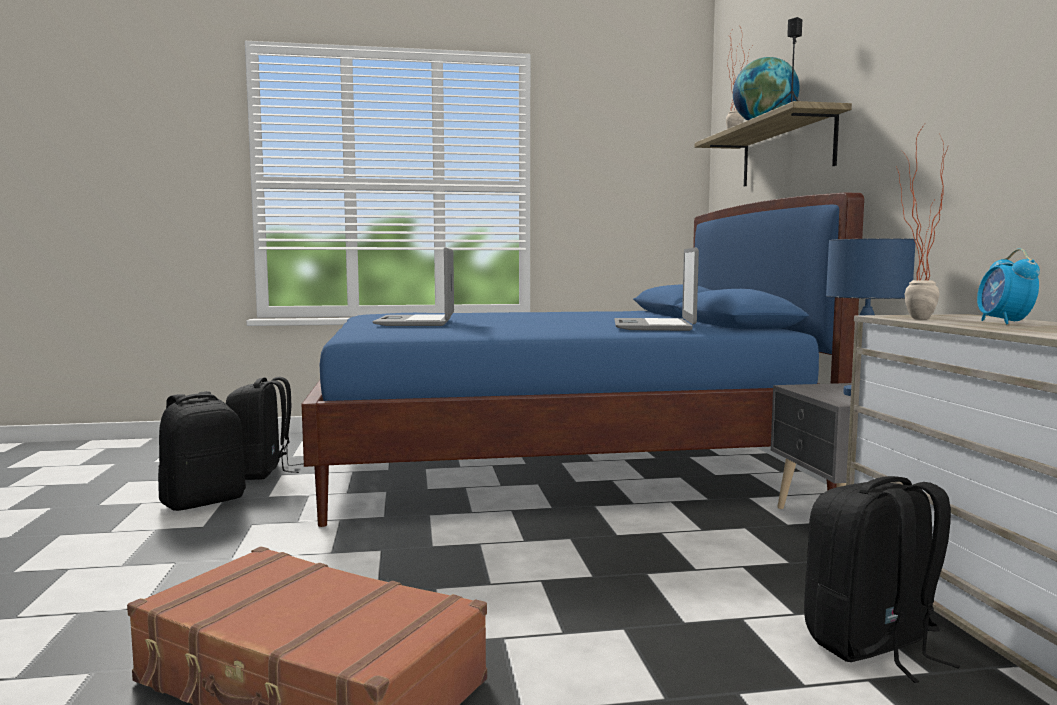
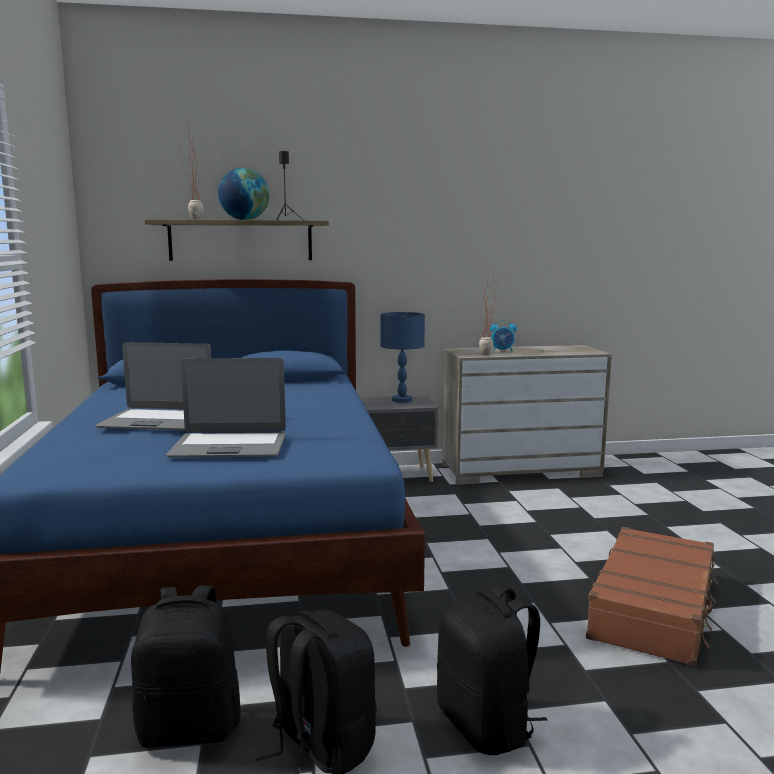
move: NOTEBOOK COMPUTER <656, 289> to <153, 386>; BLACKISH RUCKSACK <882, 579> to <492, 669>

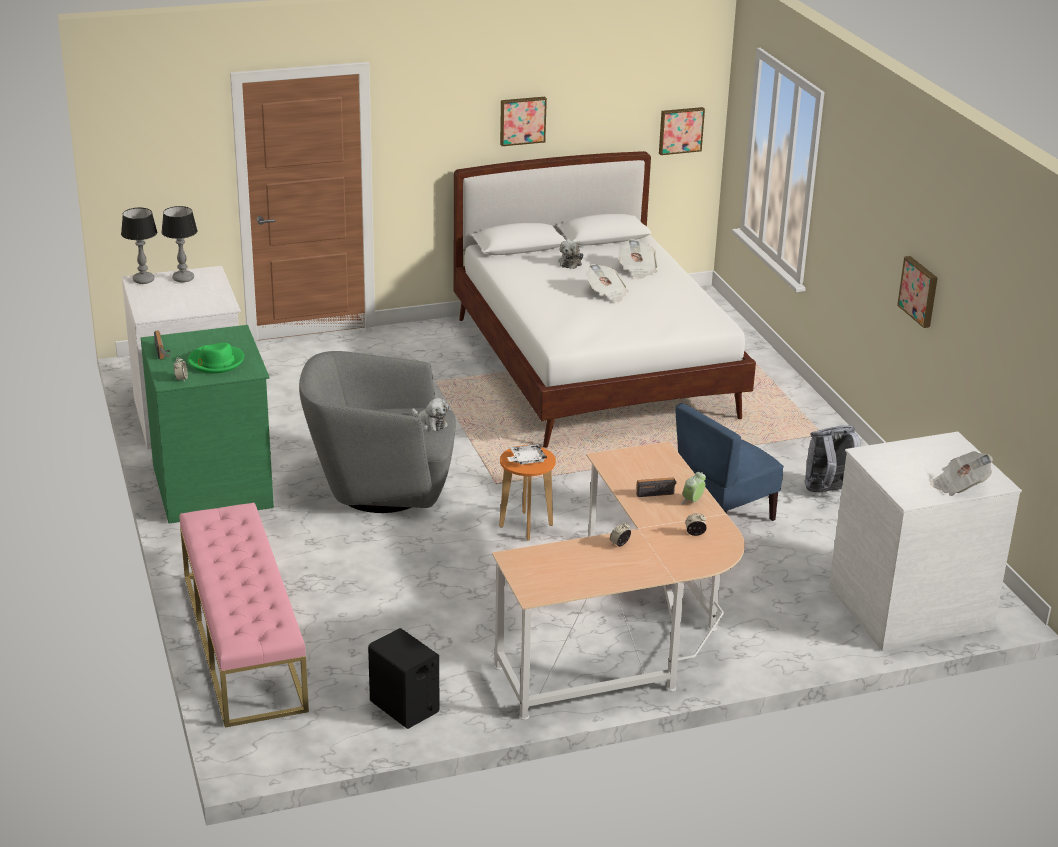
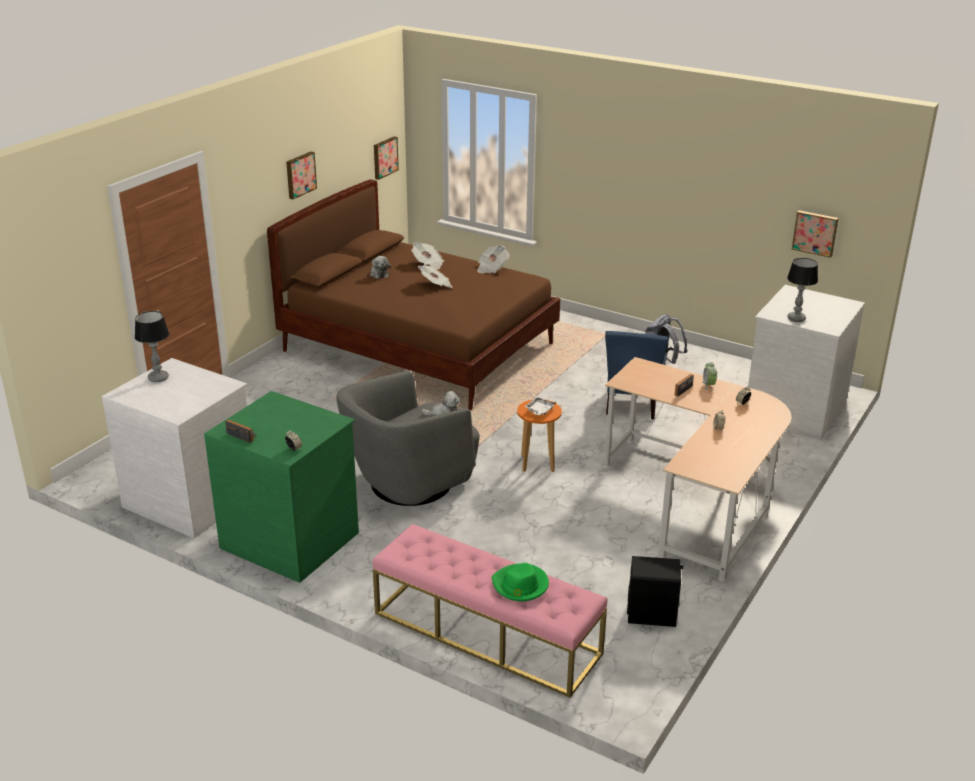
move: TABLETOP LAMP <139, 246> to <802, 290>; GREEN-COLOURED HAT <216, 358> to <520, 582>; WALL PICTURE <917, 292> to <815, 234>; NEWSPAPER <961, 473> to <493, 259>
recolor: WHITE-COLOURED BED <605, 299> to BROWN-COLOURED BED <413, 294>

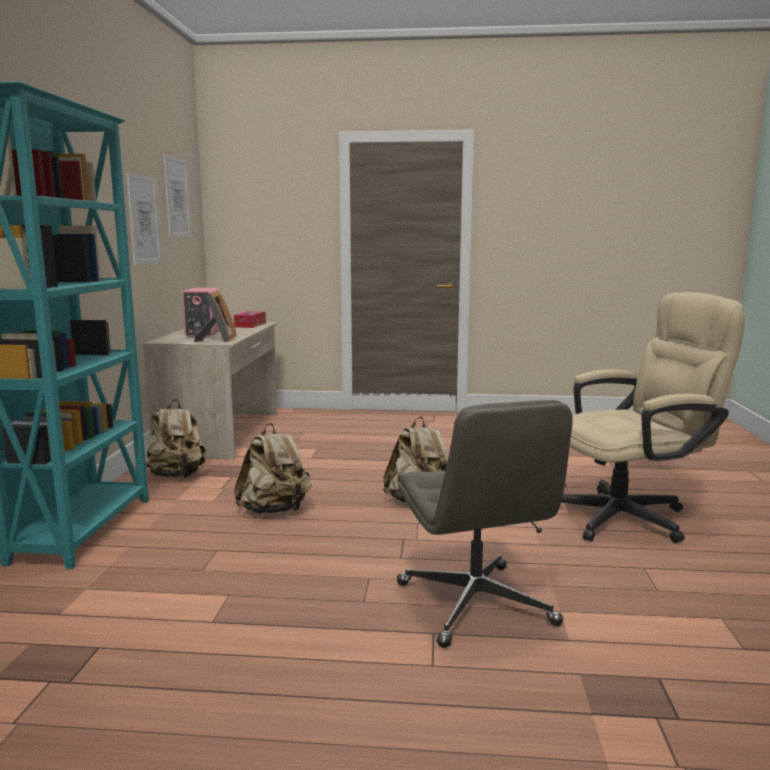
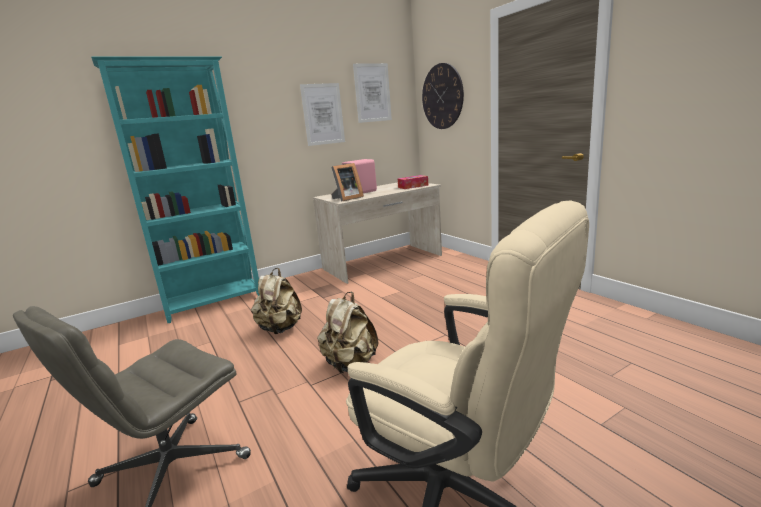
delete: SAND-COLOURED RUCKSACK <176, 438>
insert: WALL CLOCK <443, 96>

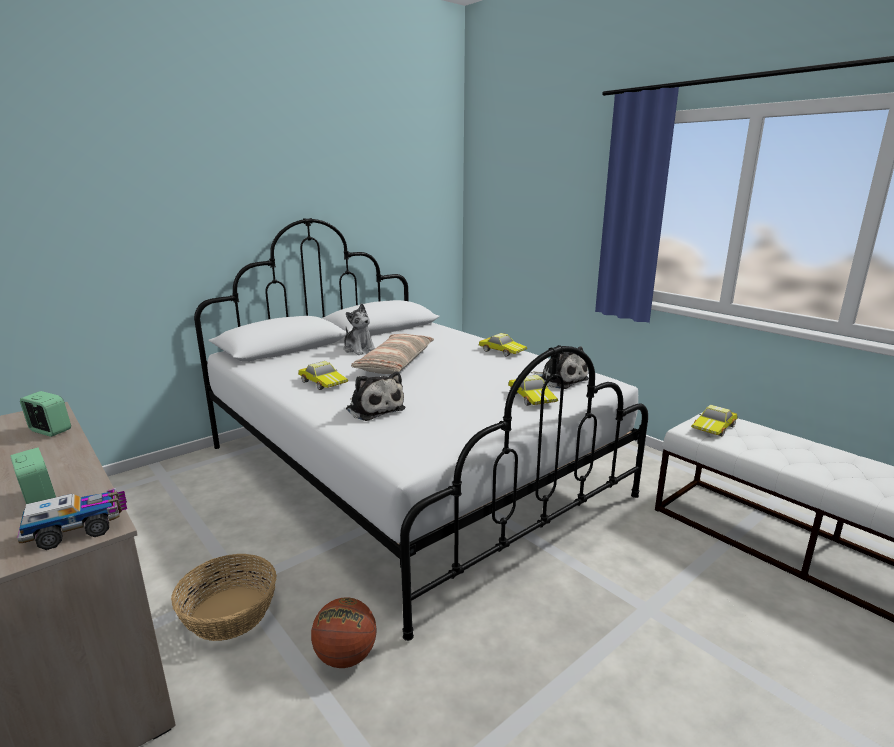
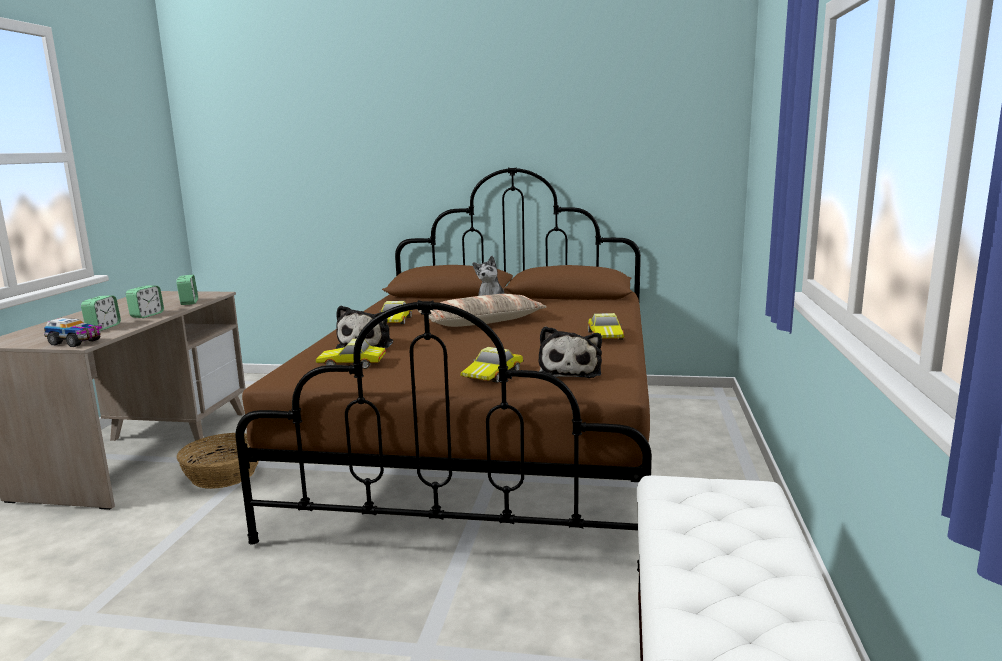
delete: BALL FOR BASKETBALL <344, 632>
insert: ALARM CLOCK <145, 301>
move: MINIATURE CAR <714, 420> to <351, 354>
recolor: WHITE-COLOURED BED <421, 429> to BROWN-COLOURED BED <443, 369>

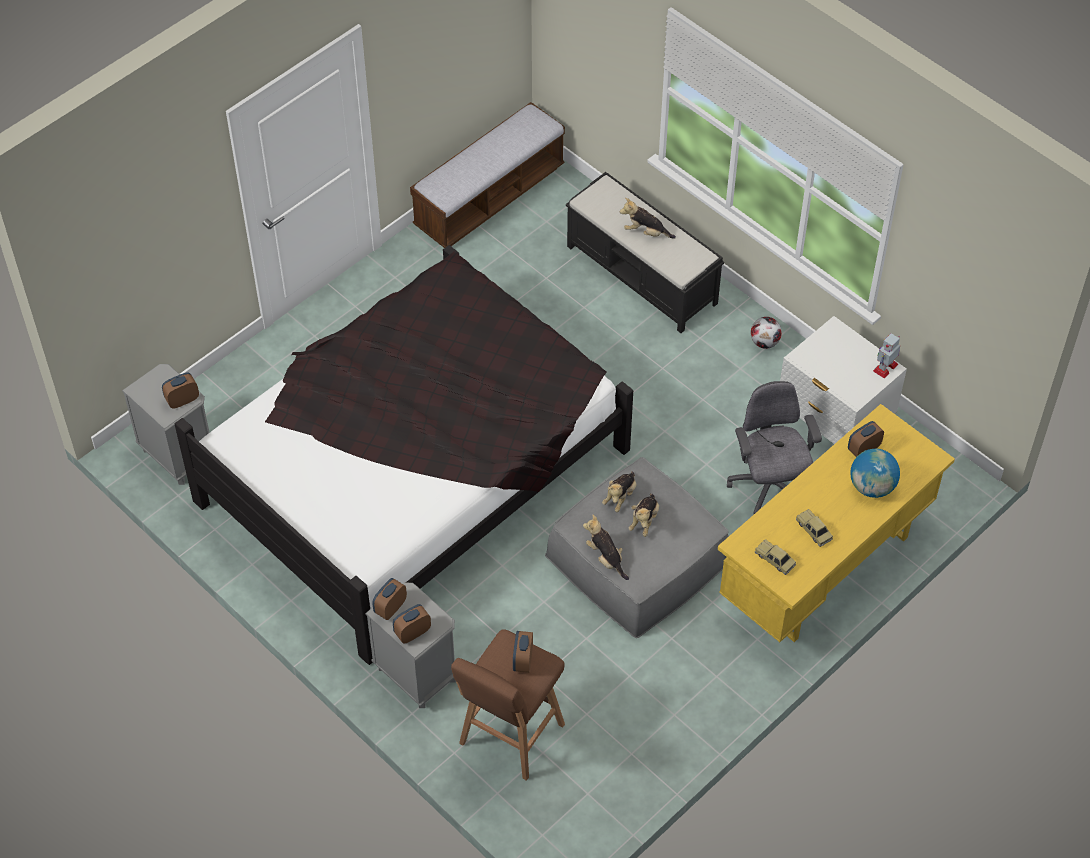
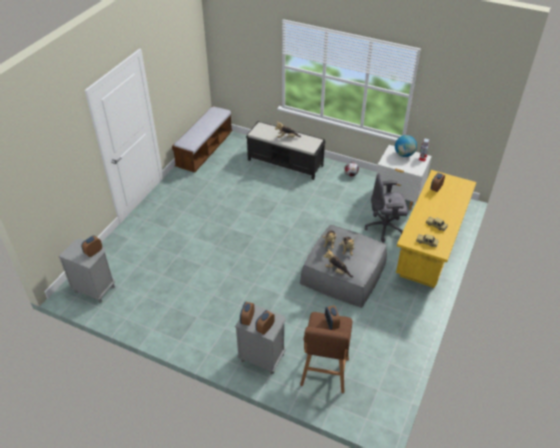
delete: BLACKISH BED <403, 455>
move: WORLD GLOBE <875, 473> to <406, 146>
rotate: GREY COMPUTER CHAIR <774, 448> = <386, 208> 60 degrees counterclockwise

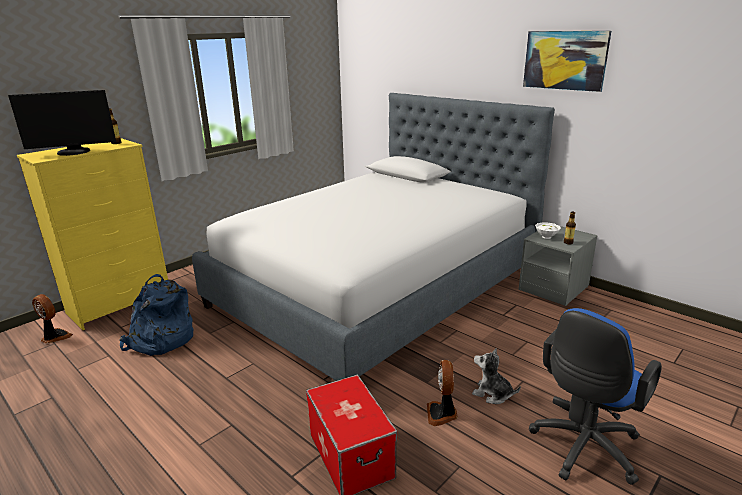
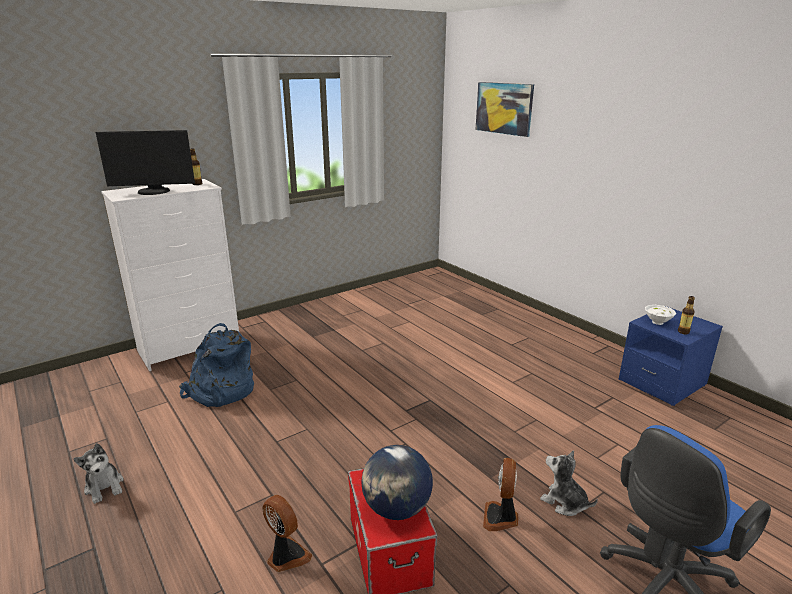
delete: BED <373, 237>
insert: SOFT TOY <99, 473>; WORLD GLOBE <397, 482>
move: ELECTRIC FAN <52, 319> to <287, 533>; WALL PICTURE <567, 61> to <505, 109>
recolor: YELLOW CHEST OF DRAWERS <92, 234> to WHITE-COLOURED CHEST OF DRAWERS <170, 275>; GREY NIGHT TABLE <558, 266> to BLUE-COLOURED NIGHT TABLE <671, 356>

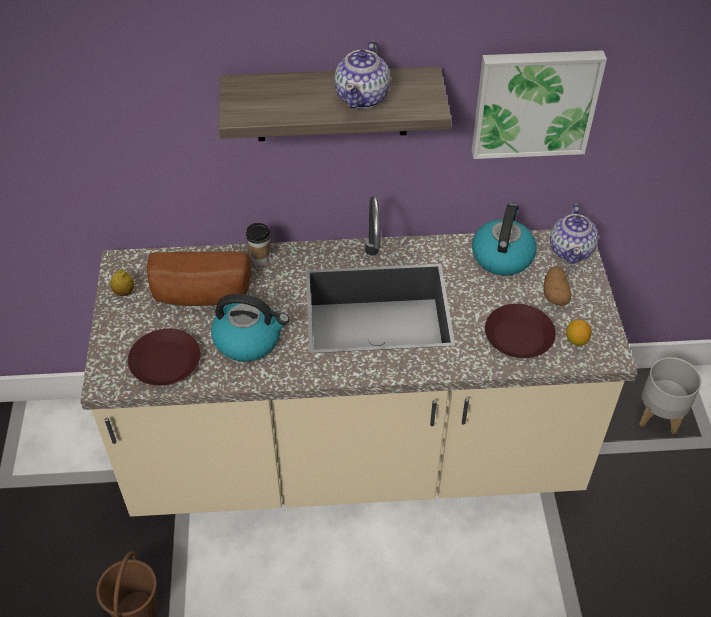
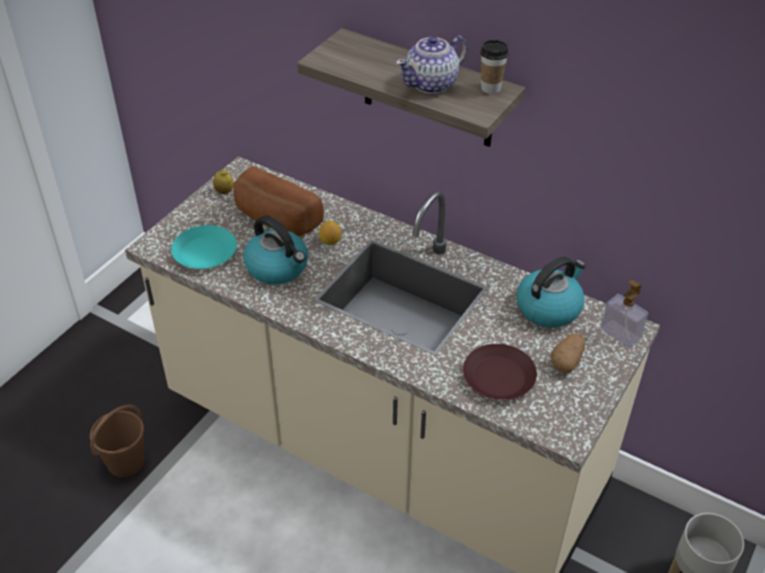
delete: WALL PICTURE <539, 104>
move: SMALL CUP <258, 244> to <494, 67>; CITRUS FRUIT <579, 332> to <330, 233>
replace: POT FOR TEA <574, 233> to LIQUID SOAP BOTTLE <624, 314>
recolor: BROWN-COLOURED DINNER PLATE <164, 357> to TURQUOISE DINNER PLATE <204, 247>

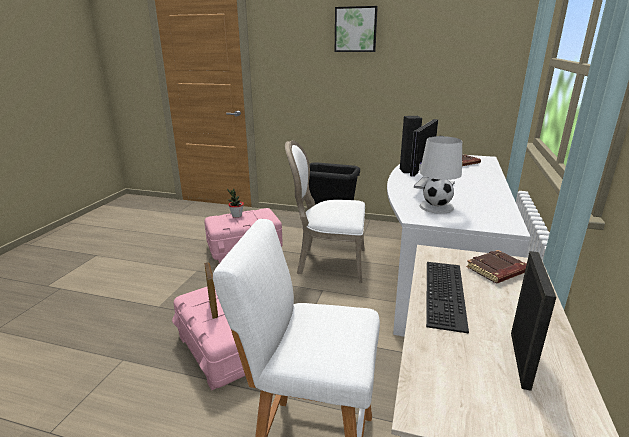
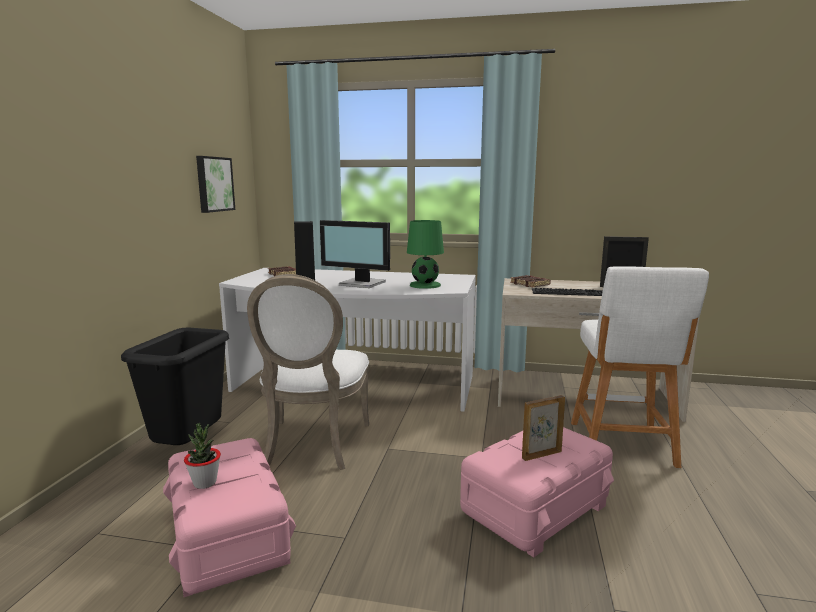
move: WALL PICTURE <356, 29> to <215, 184>
recolor: WHITE-COLOURED TABLETOP LAMP <441, 175> to GREEN-COLOURED TABLETOP LAMP <425, 254>

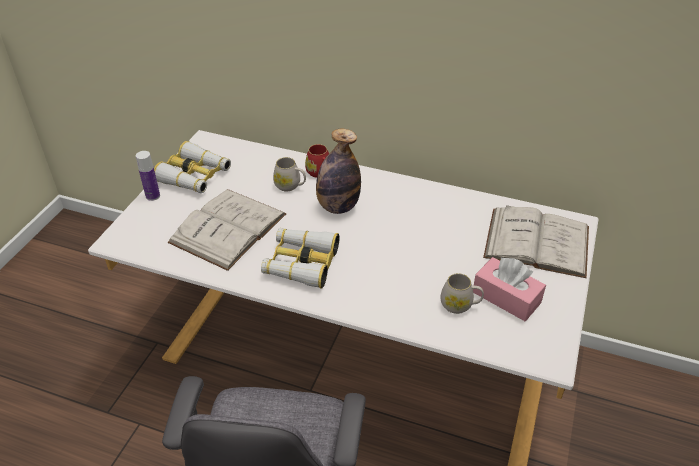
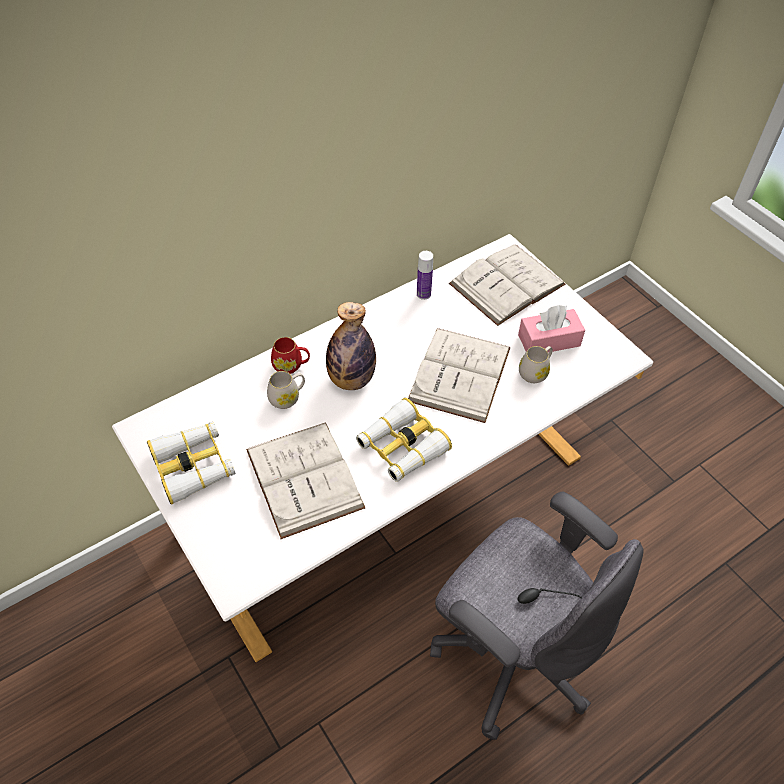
insert: WHITE-COLOURED VOLUME <459, 375>
move: BOTTLE <148, 176> to <425, 275>

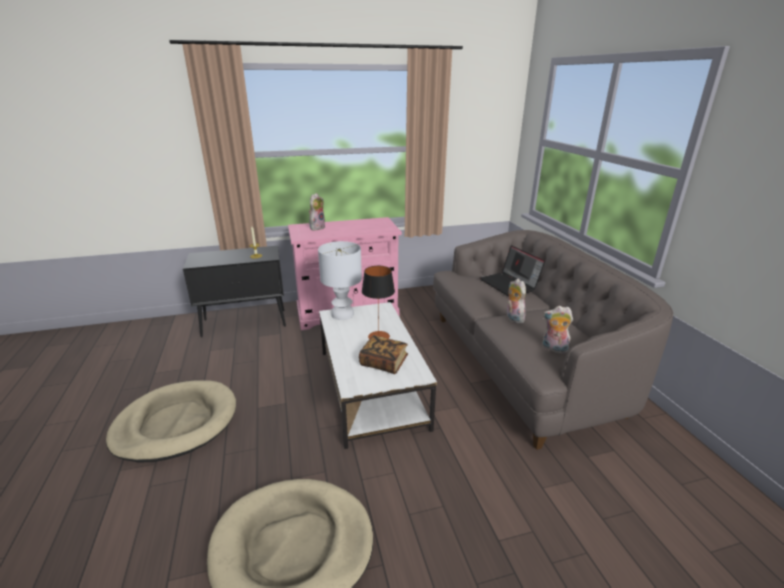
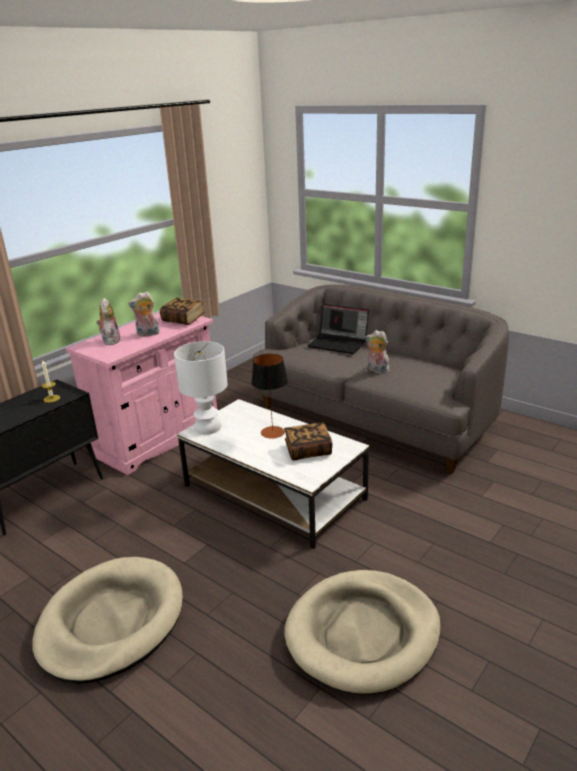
insert: VOLUME <182, 311>
move: SOFT TOY <557, 330> to <144, 314>

